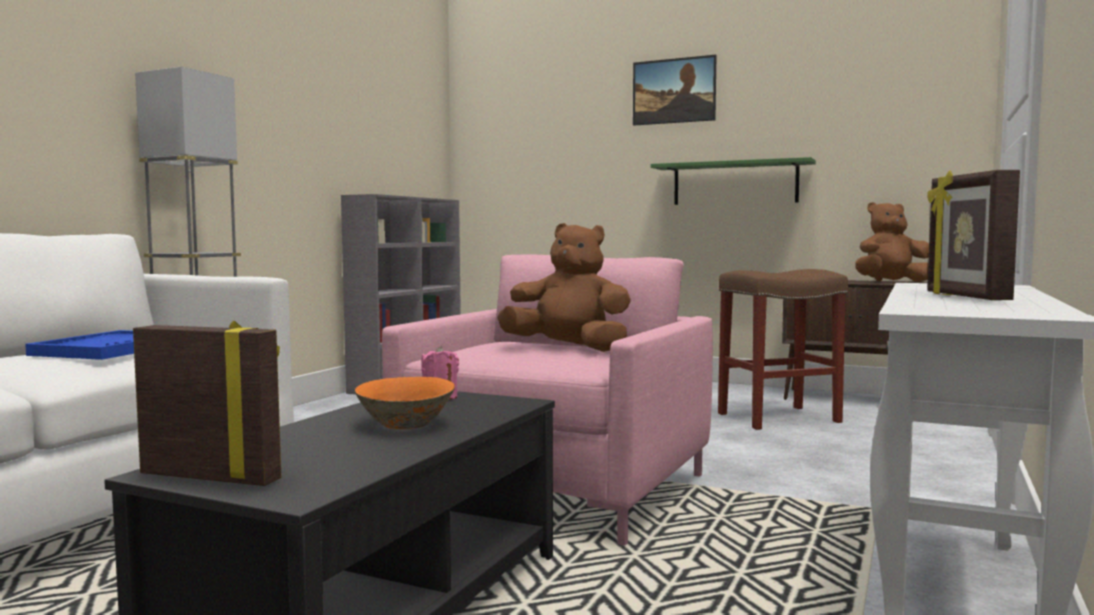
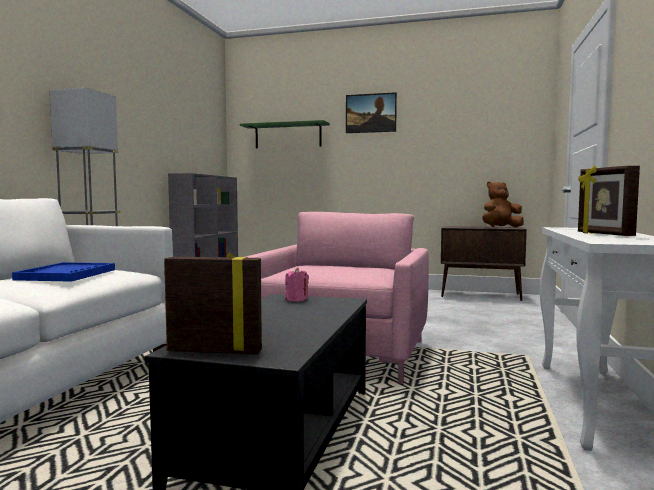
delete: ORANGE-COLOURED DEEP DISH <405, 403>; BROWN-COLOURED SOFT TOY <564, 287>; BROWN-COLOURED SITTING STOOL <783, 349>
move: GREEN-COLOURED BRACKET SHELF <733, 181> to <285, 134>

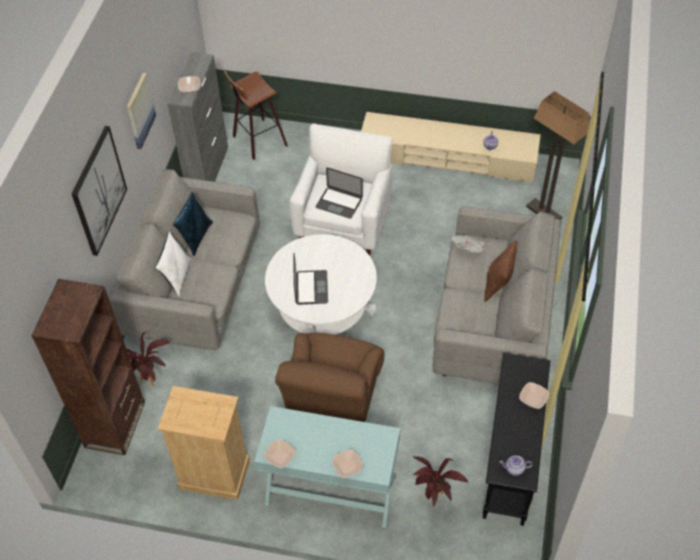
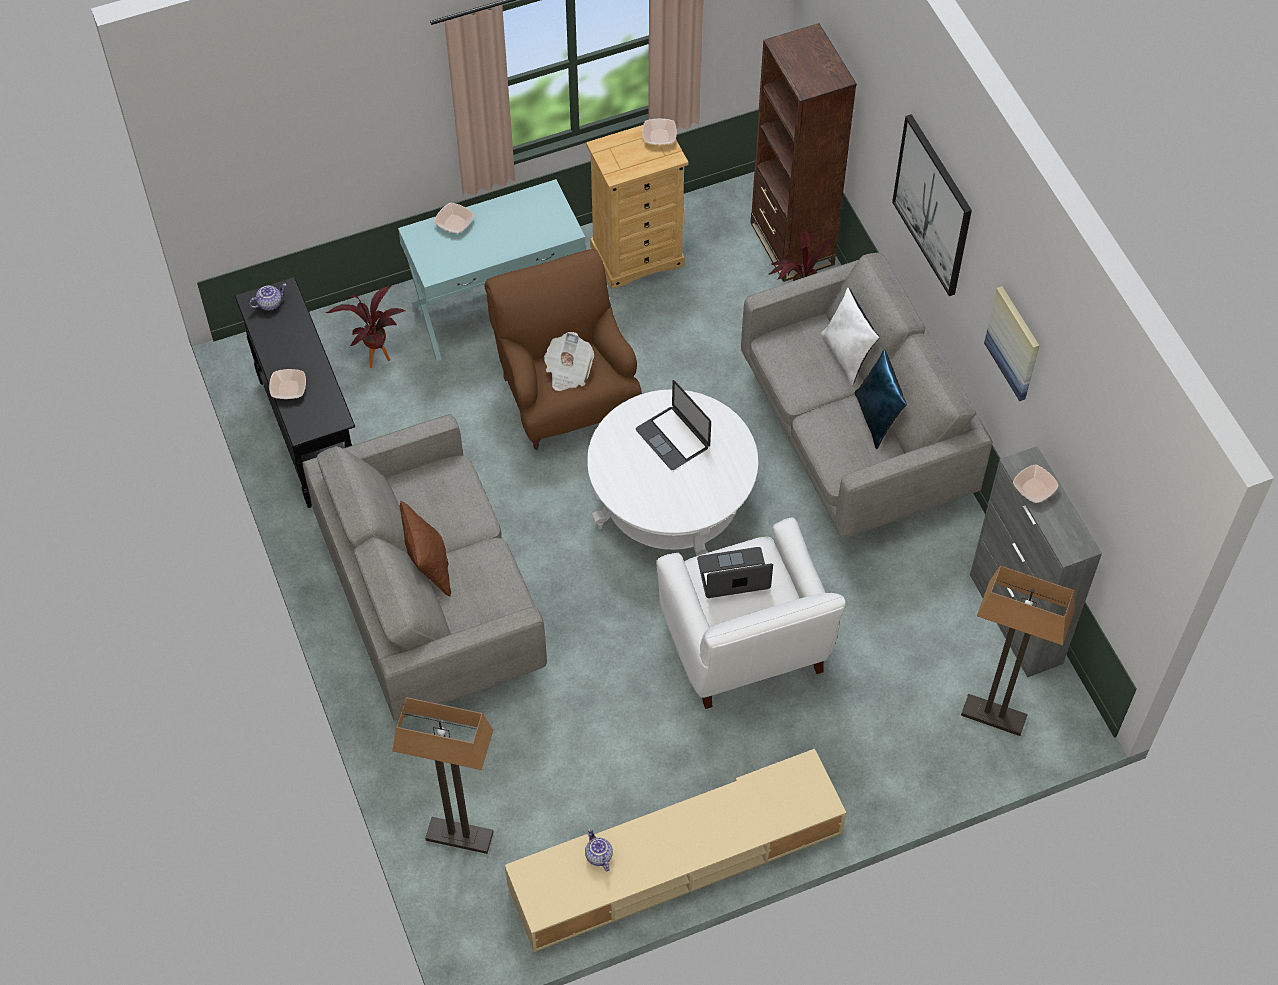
move: DEEP DISH <280, 454> to <659, 131>; NEWSPAPER <468, 244> to <569, 361>
replace: SITTING STOOL <256, 115> to STANDING LAMP <1018, 651>

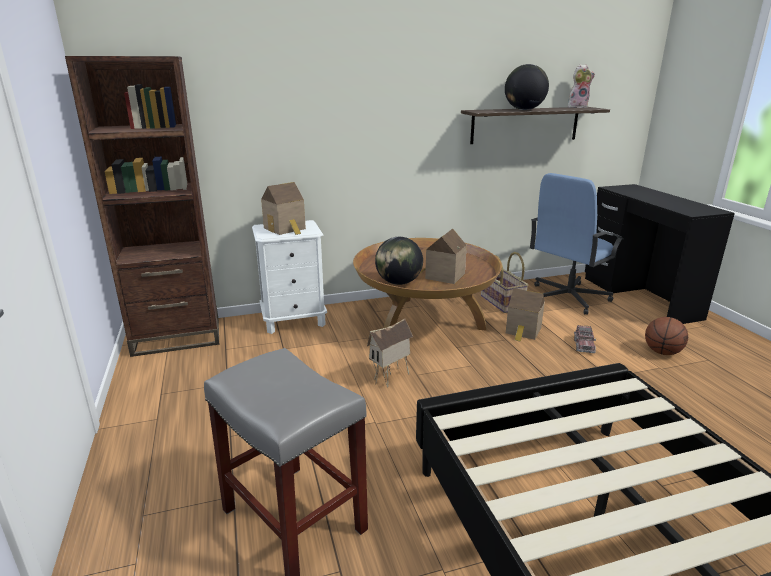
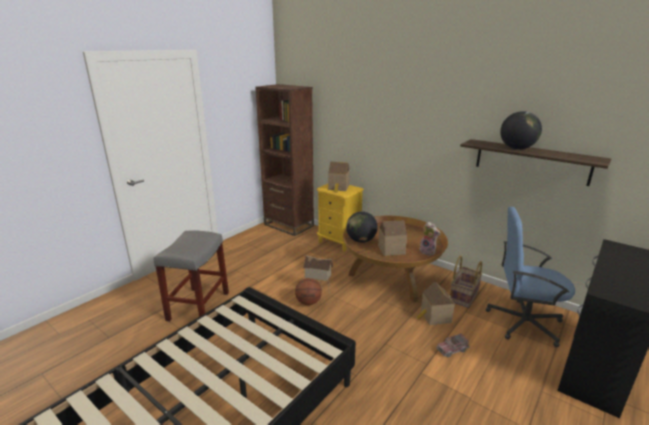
move: SOFT TOY <581, 86> to <429, 238>; BALL FOR BASKETBALL <666, 336> to <308, 291>
recolor: WHITE-COLOURED NIGHT TABLE <289, 277> to YELLOW NIGHT TABLE <340, 217>

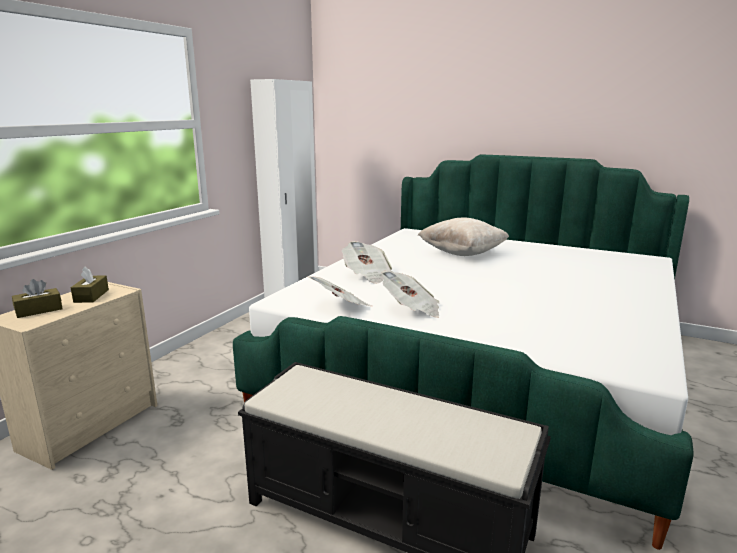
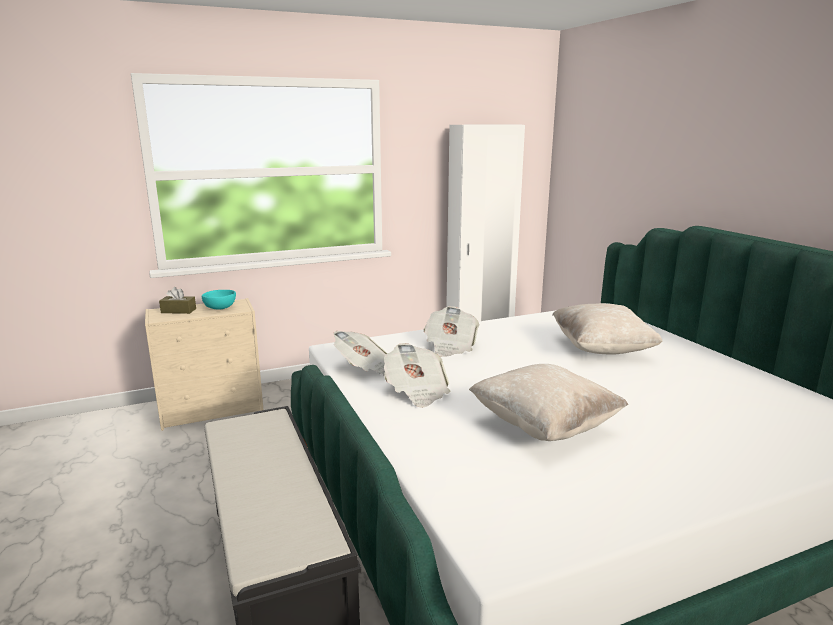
insert: SAND-COLOURED THROW PILLOW <549, 402>
replace: BROWN-COLOURED TISSUE BOX <90, 284> to TURQUOISE DEEP DISH <219, 300>

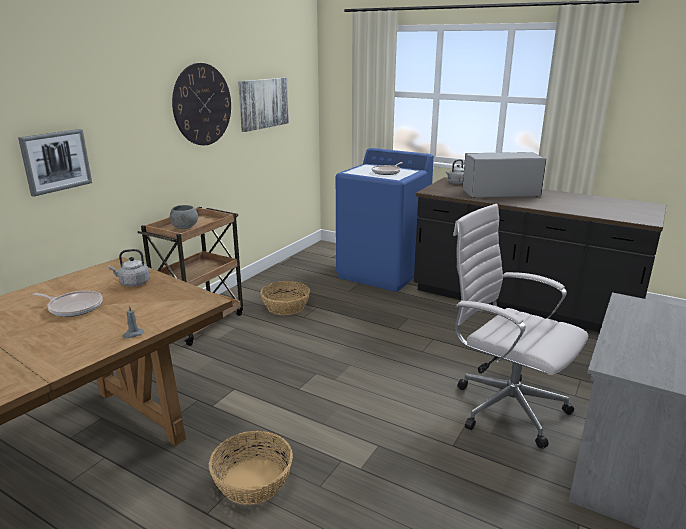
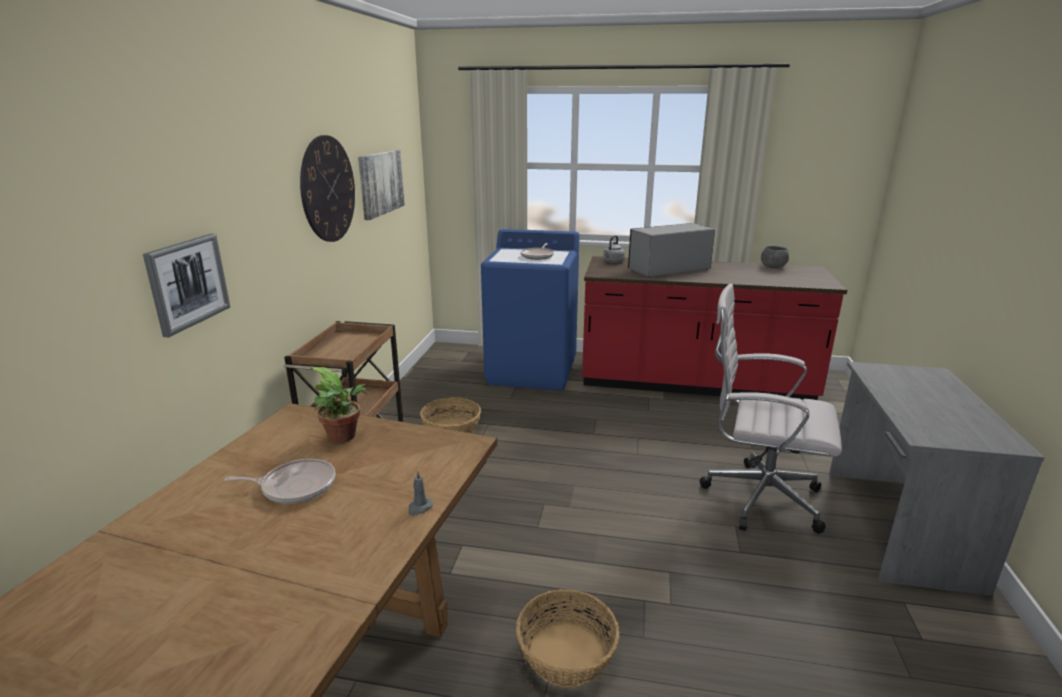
move: GREY DEEP DISH <184, 217> to <775, 257>
replace: GREY TEA KETTLE <129, 268> to HOUSEPLANT <338, 405>
recolor: BLACKISH COUNTER <540, 254> to RED-COLOURED COUNTER <714, 328>

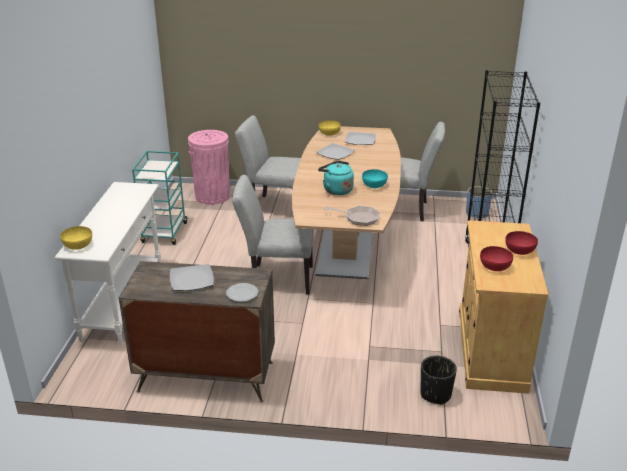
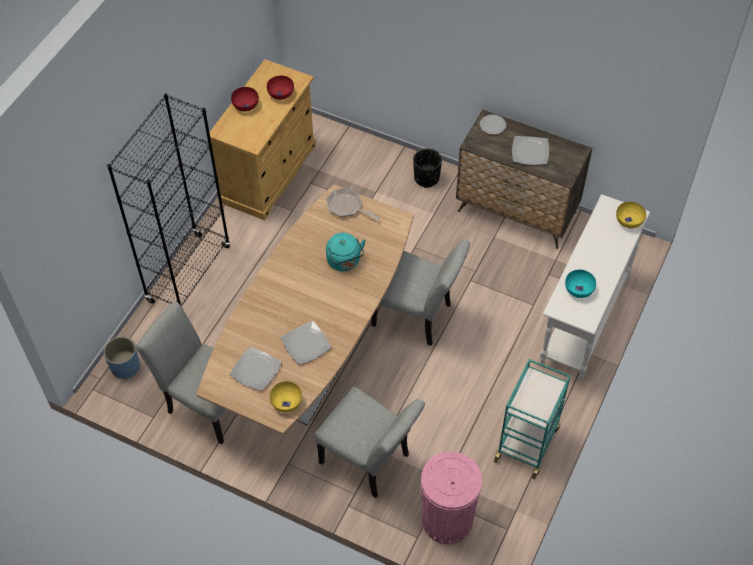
move: TURQUOISE DEEP DISH <375, 178> to <580, 284>; BLACKISH PLANTER <438, 380> to <427, 168>

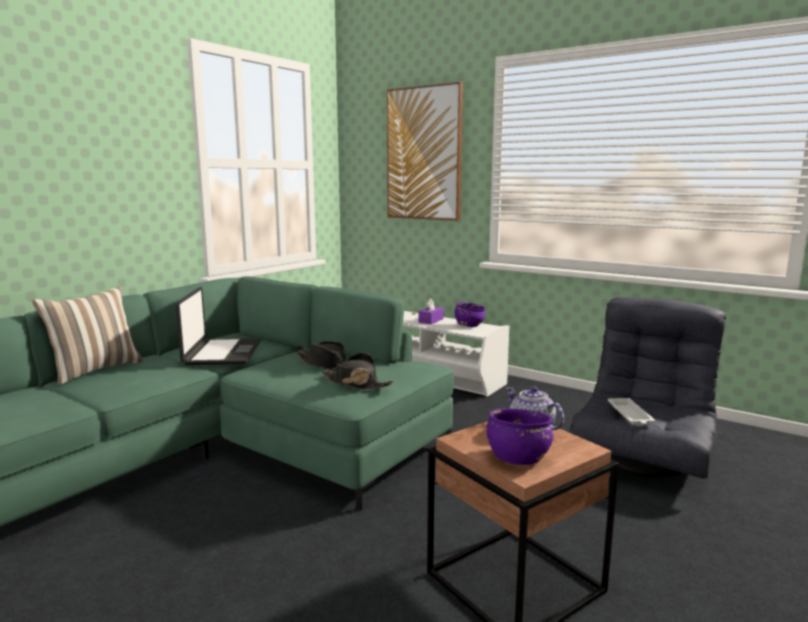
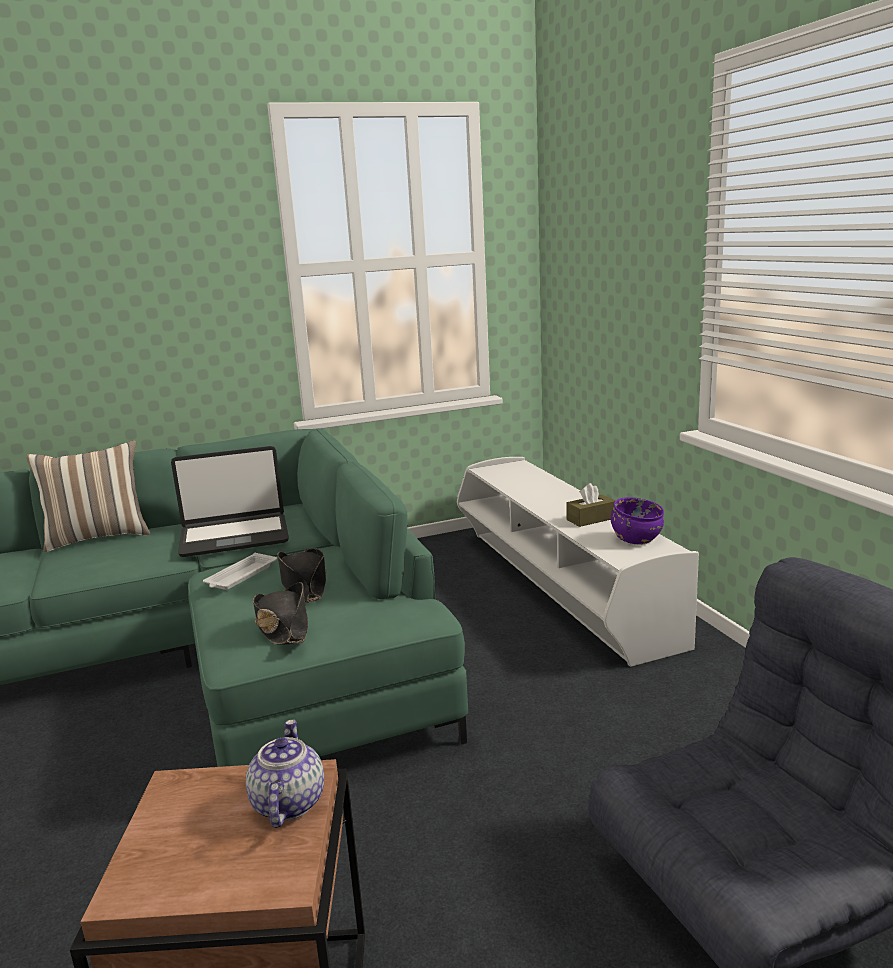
delete: WALL PICTURE <425, 151>; PURPLE DEEP DISH <519, 436>
move: WHITE-COLOURED TRAY <631, 411> to <240, 571>
recolor: PURPLE TISSUE BOX <431, 311> to BROWN-COLOURED TISSUE BOX <590, 505>
rotate: NOTEBOOK COMPUTER <218, 326> = <230, 501> 45 degrees clockwise

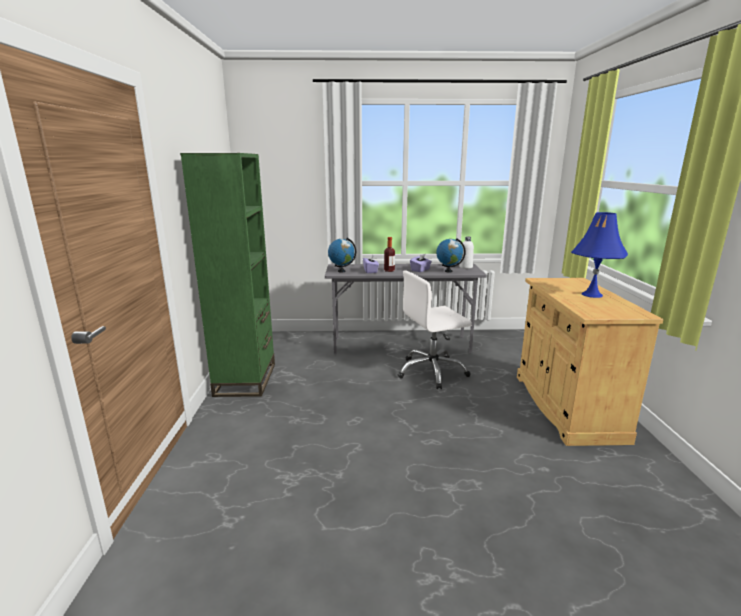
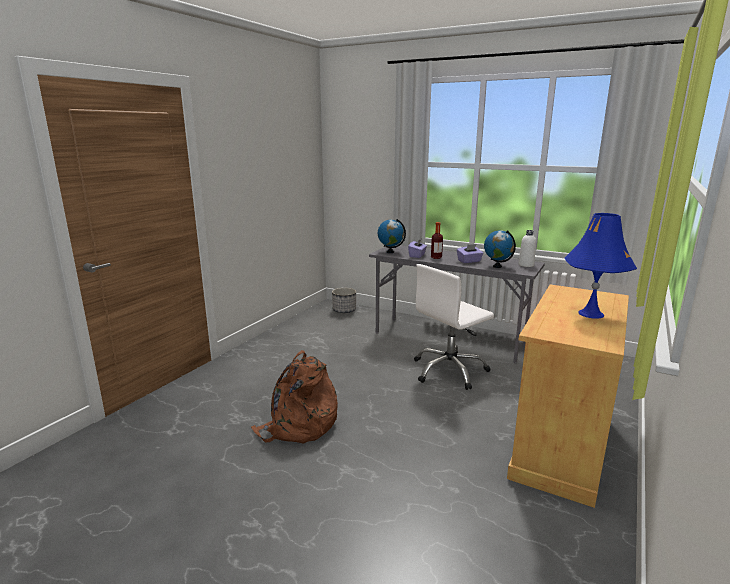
delete: GREEN-COLOURED SHELVING UNIT <227, 275>
insert: BROWN-COLOURED RUCKSACK <294, 397>; PLANTER <344, 300>
rotate: WHITE-COLOURED COMPUTER CHAIR <435, 329> = <454, 327> 45 degrees counterclockwise

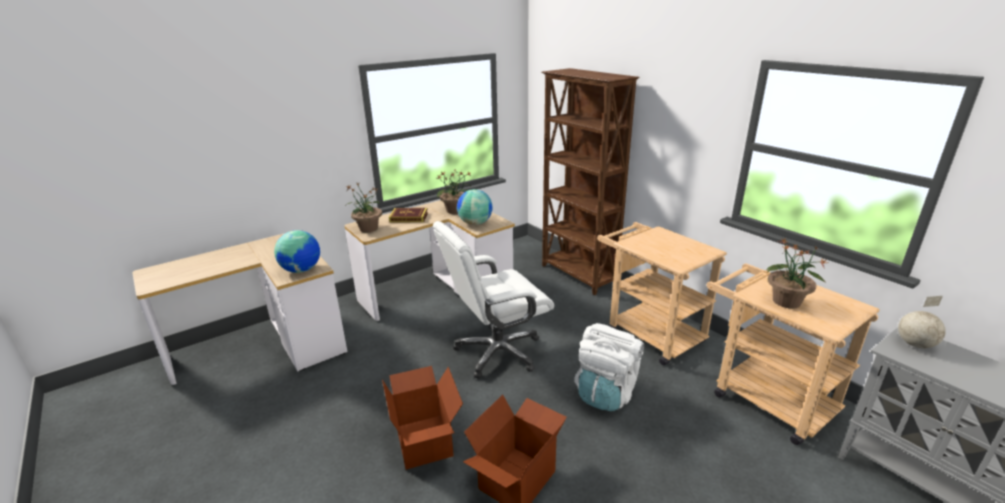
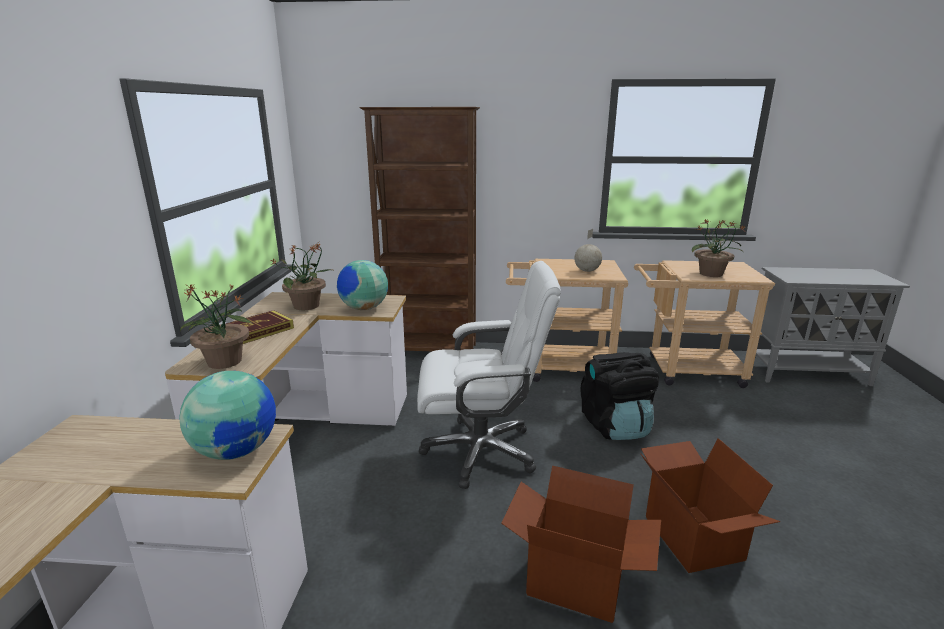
move: WORLD GLOBE <922, 322> to <588, 250>
recolor: WHITE-COLOURED RUCKSACK <609, 367> to BLACKISH RUCKSACK <620, 396>
rotate: WHITE-COLOURED COMPUTER CHAIR <493, 300> = <489, 375> 105 degrees counterclockwise

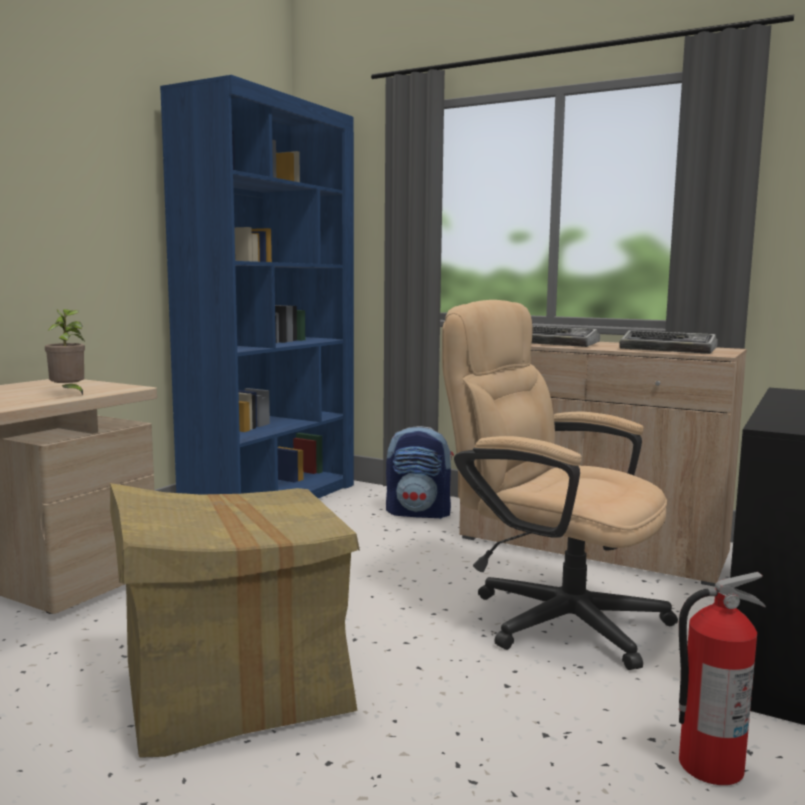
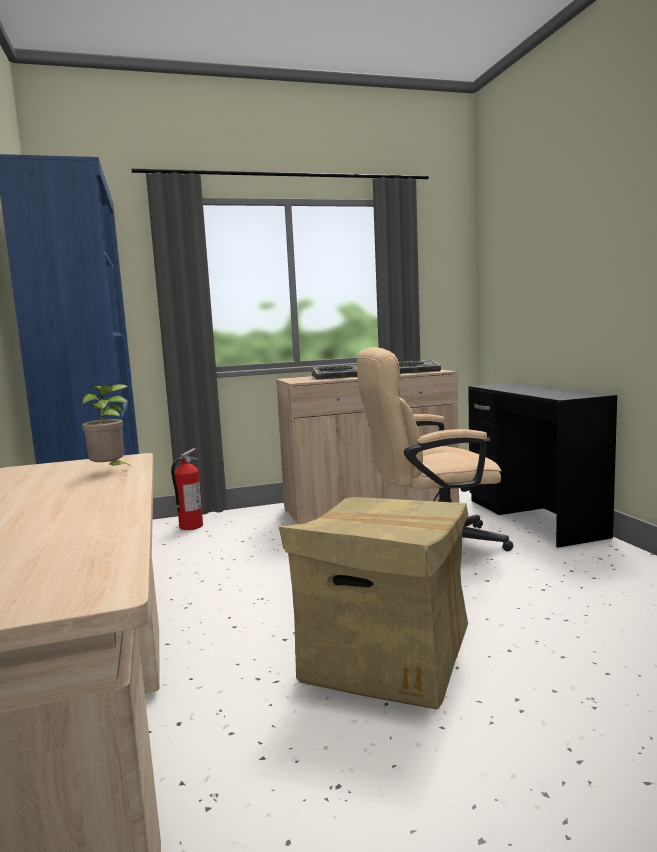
delete: RUCKSACK <420, 472>
move: EXTINGUISHER <722, 678> to <187, 489>

